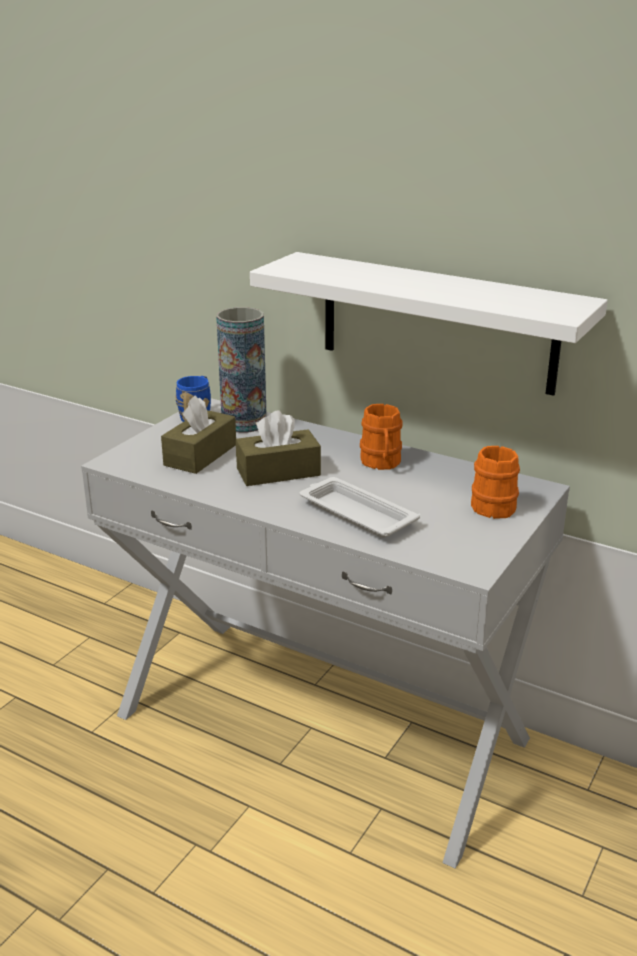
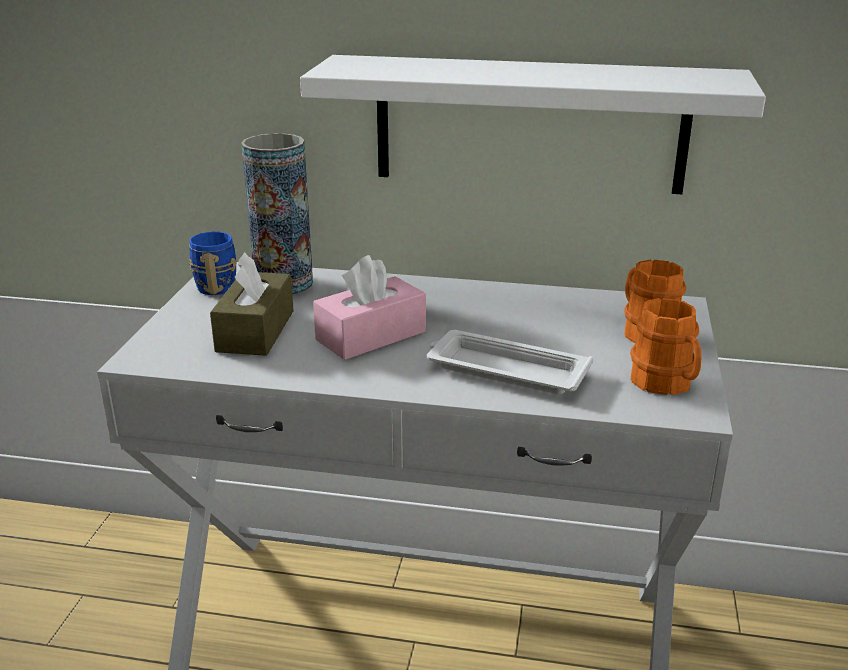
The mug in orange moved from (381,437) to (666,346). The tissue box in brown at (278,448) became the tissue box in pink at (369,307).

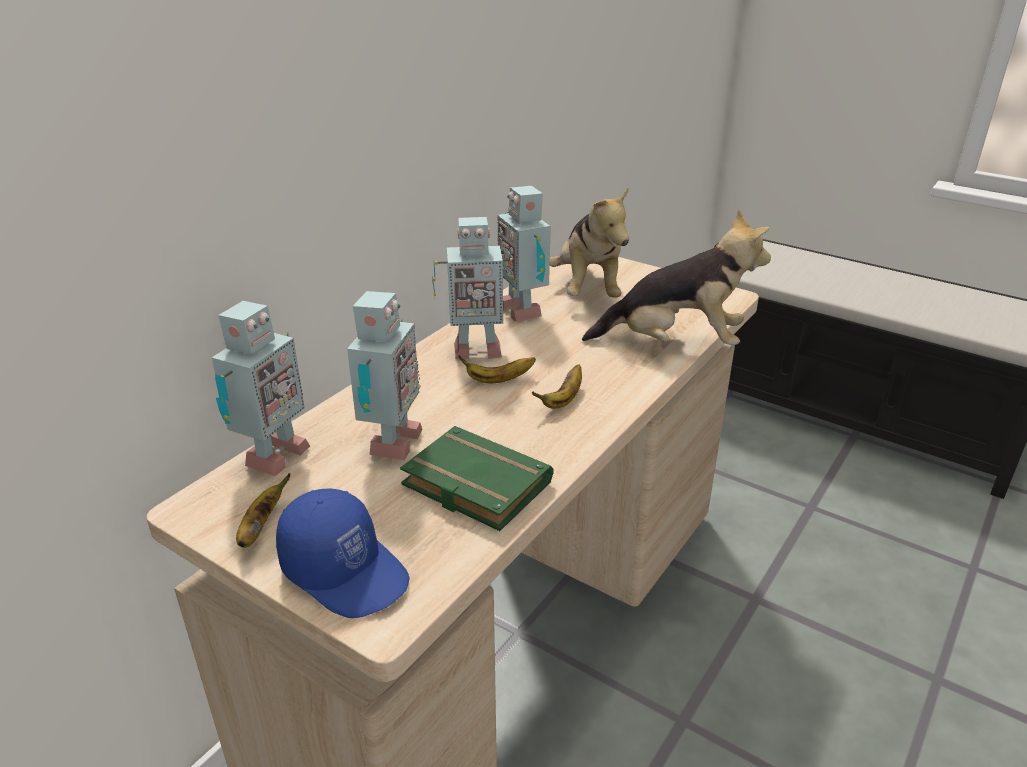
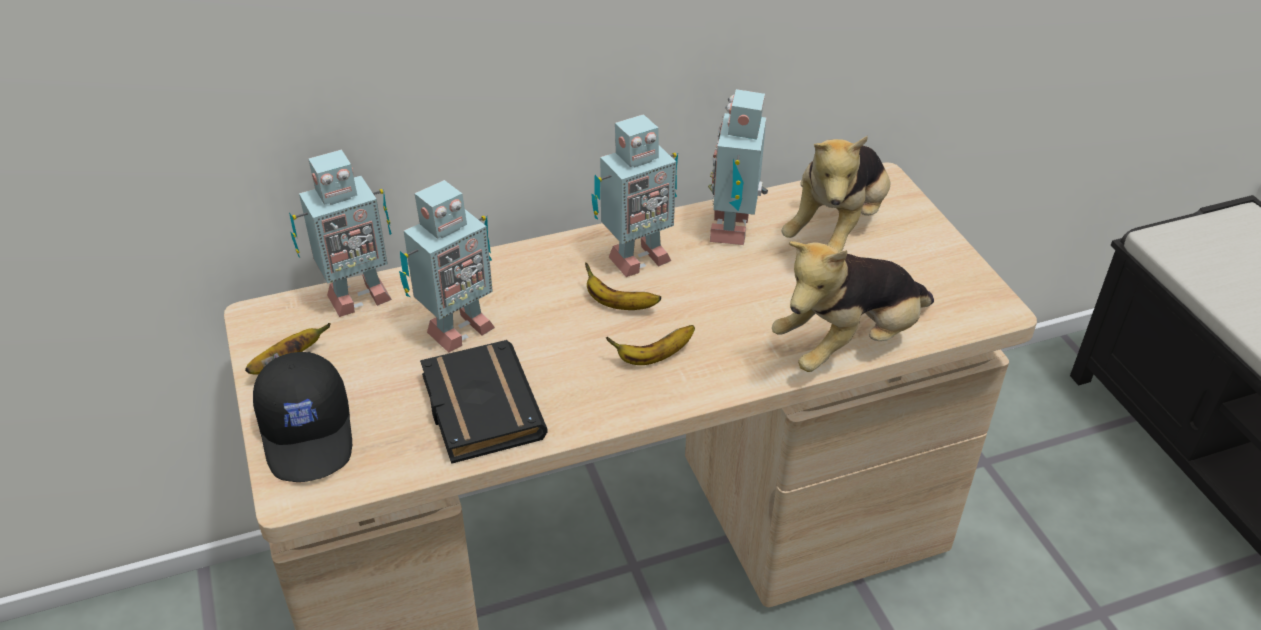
The plush toy at (676,277) turned 105 degrees clockwise. The toy robot at (473,288) turned 60 degrees counterclockwise. The book in green at (477,478) became the book in black at (484,402). The cap in blue at (342,553) became the cap in black at (302,417).

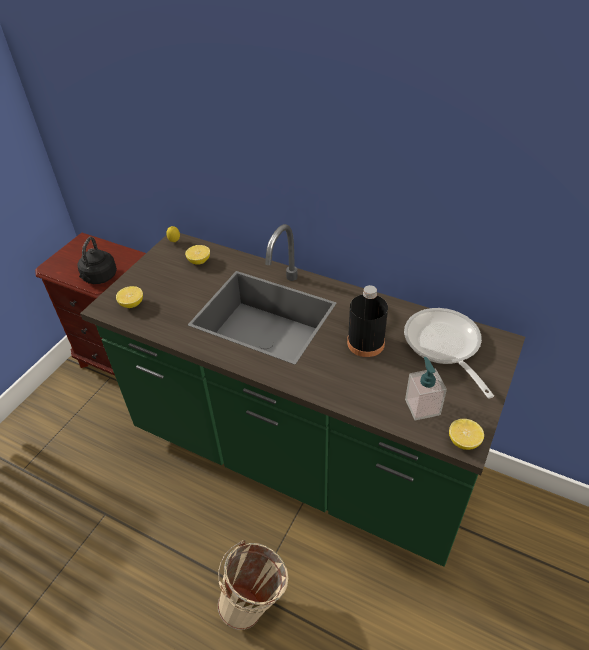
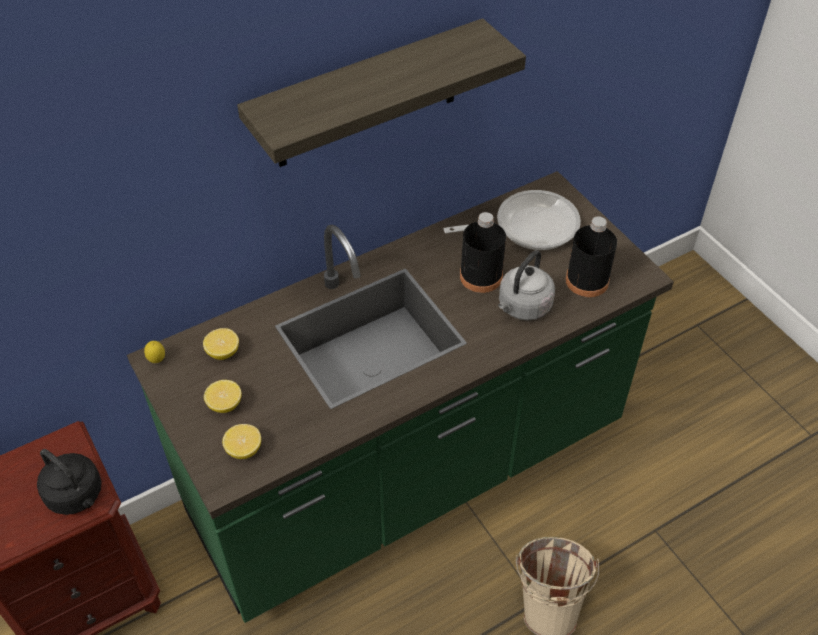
The frying pan at (449,353) turned 150 degrees clockwise. The soap dispenser at (426,389) was replaced by the bottle in black at (591,256). The lemon moved from (466,434) to (223,396). The shelf at (381,92) appeared. The kettle in grey at (526,285) appeared.

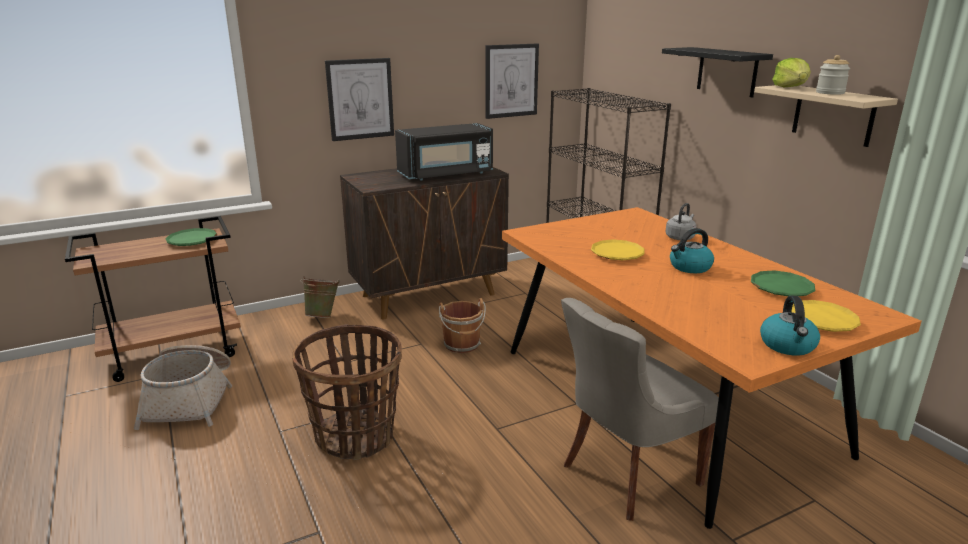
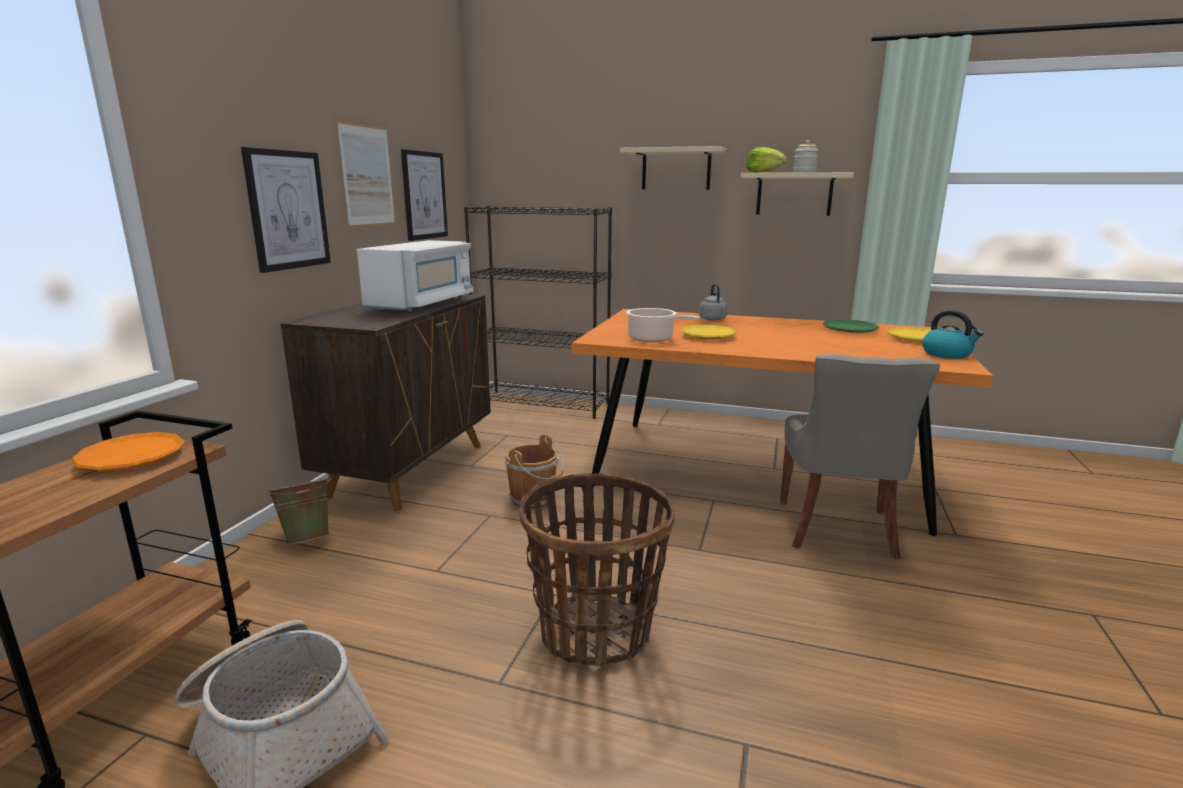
The shelf in black at (717,72) became the shelf in beige at (673,168). The microwave in black at (444,152) became the microwave in white at (415,276). The plate in green at (191,237) became the plate in orange at (128,451). The kettle at (692,250) disappeared. The picture at (366,174) appeared. The cooking pot at (663,325) appeared.

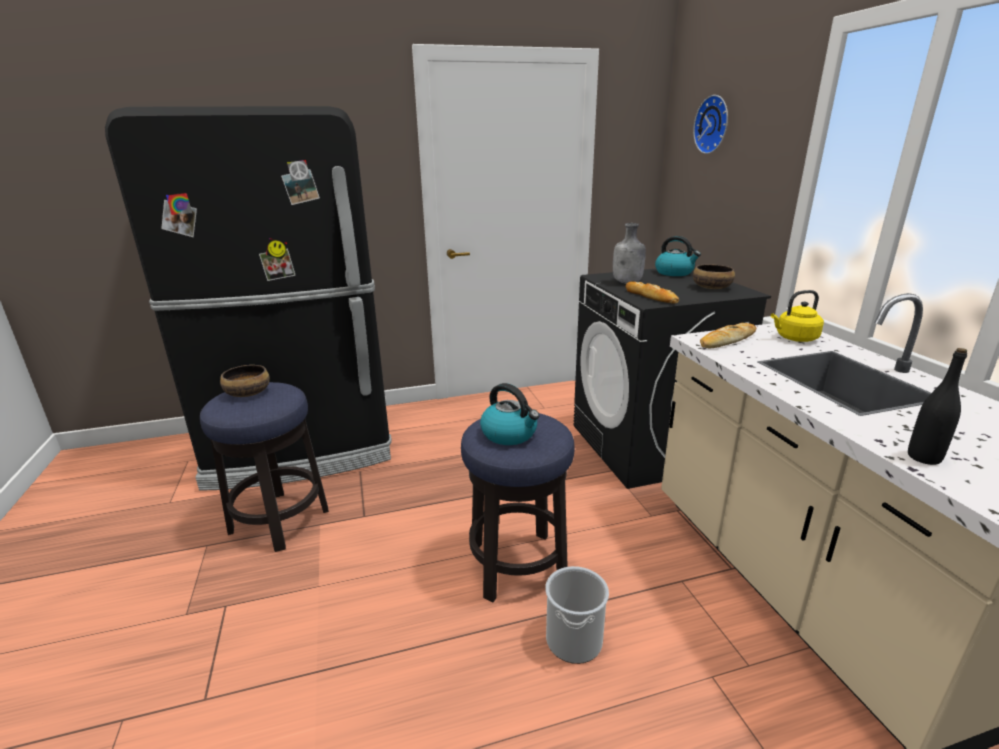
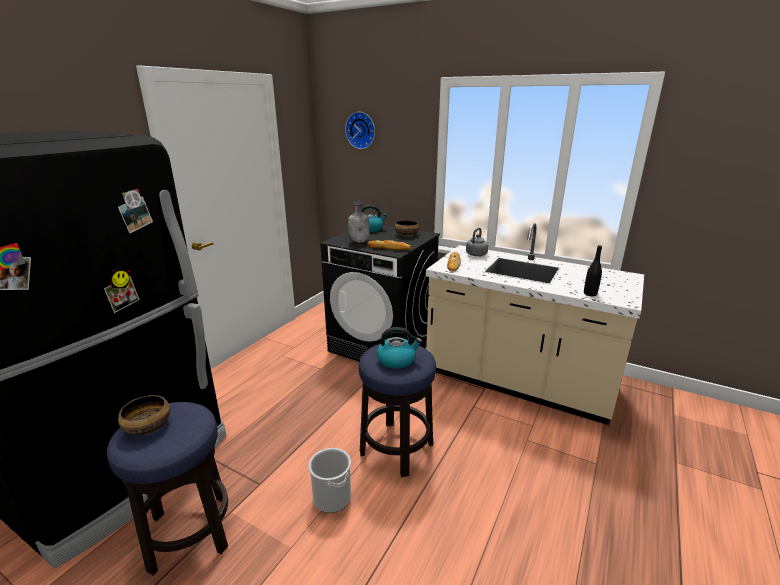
The kettle in yellow at (797,316) became the kettle in grey at (477,242). The bucket moved from (577,615) to (329,480).

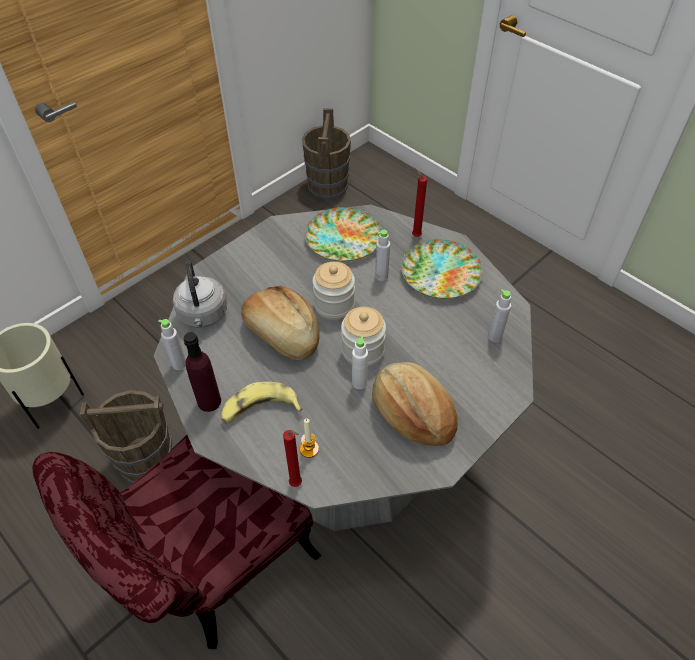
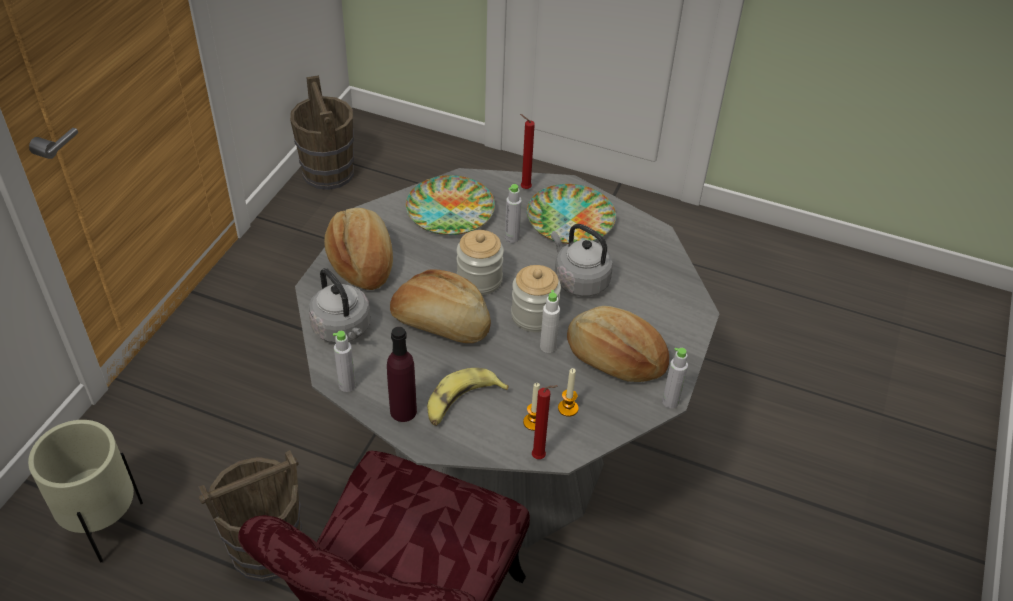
The bottle in grey moved from (499,315) to (675,377). The bread at (358,249) appeared. The kettle in grey at (582,260) appeared. The candle at (568,392) appeared.

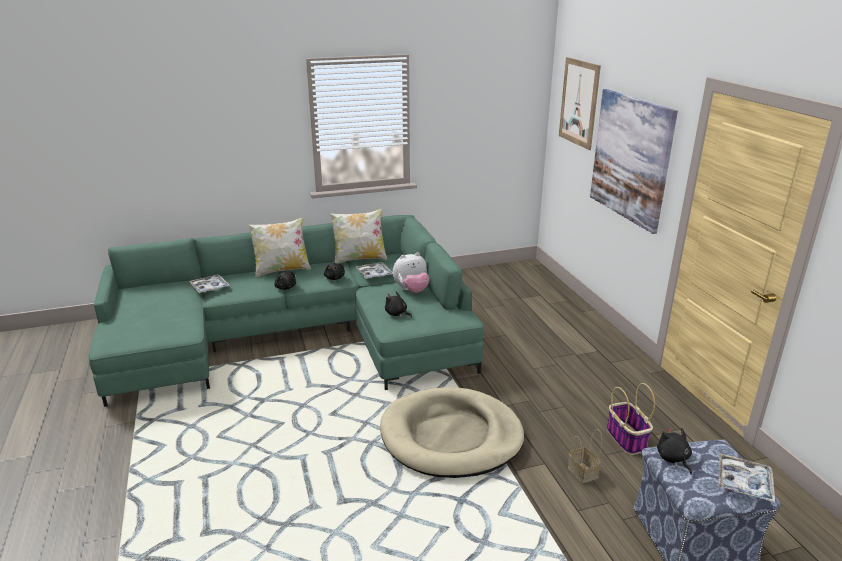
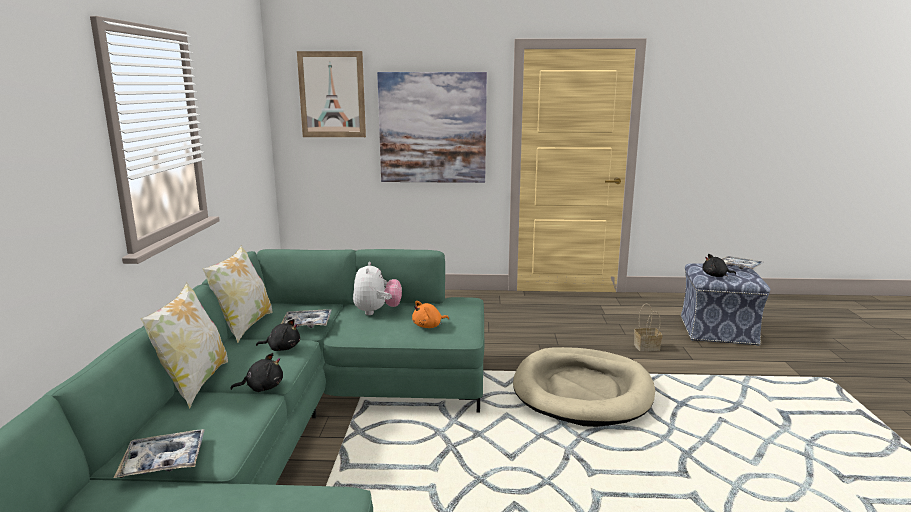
The plush toy in black at (398,305) became the plush toy in orange at (430,314). The basket at (631,419) disappeared.

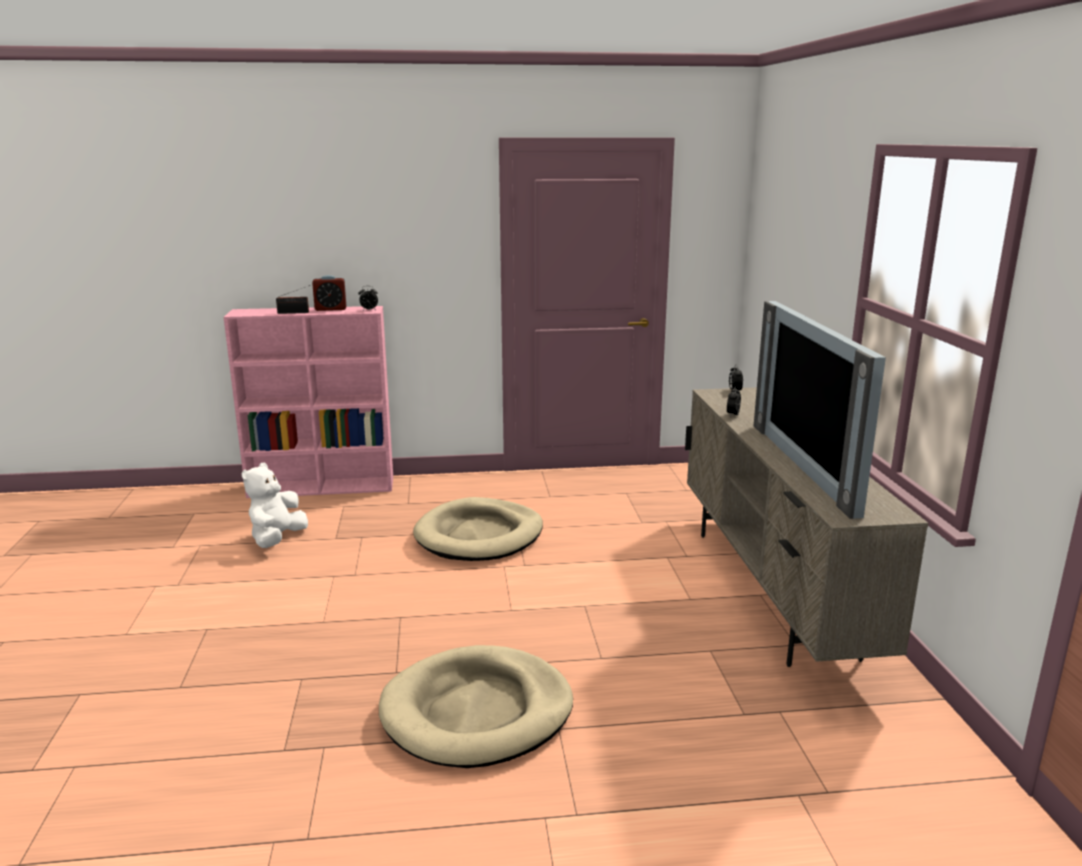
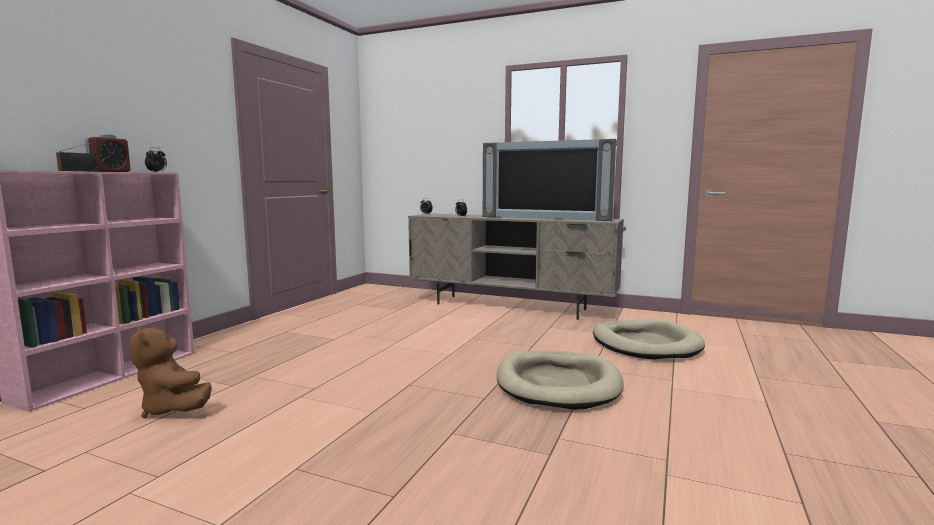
The plush toy in white at (275,505) became the plush toy in brown at (170,372). The dog bed in beige moved from (478,529) to (649,339).

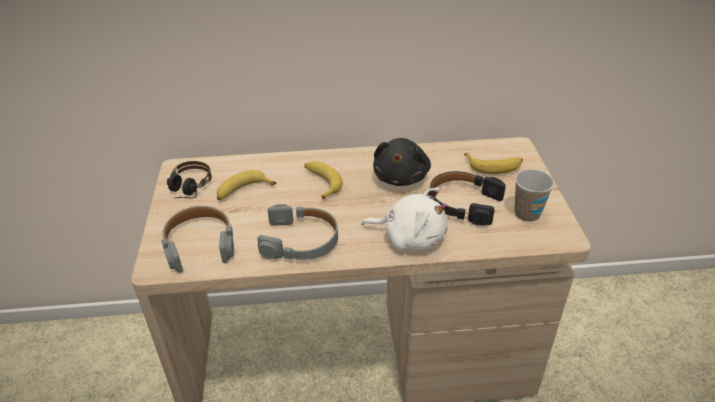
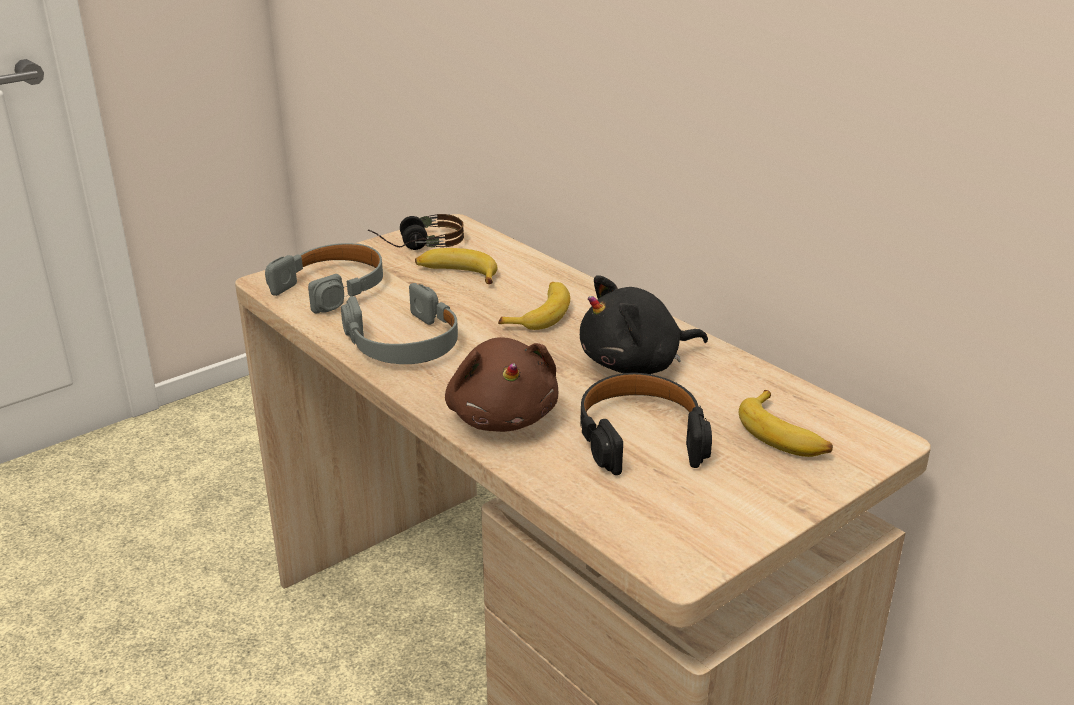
The cup at (534,195) disappeared. The plush toy in white at (405,219) became the plush toy in brown at (501,384).

